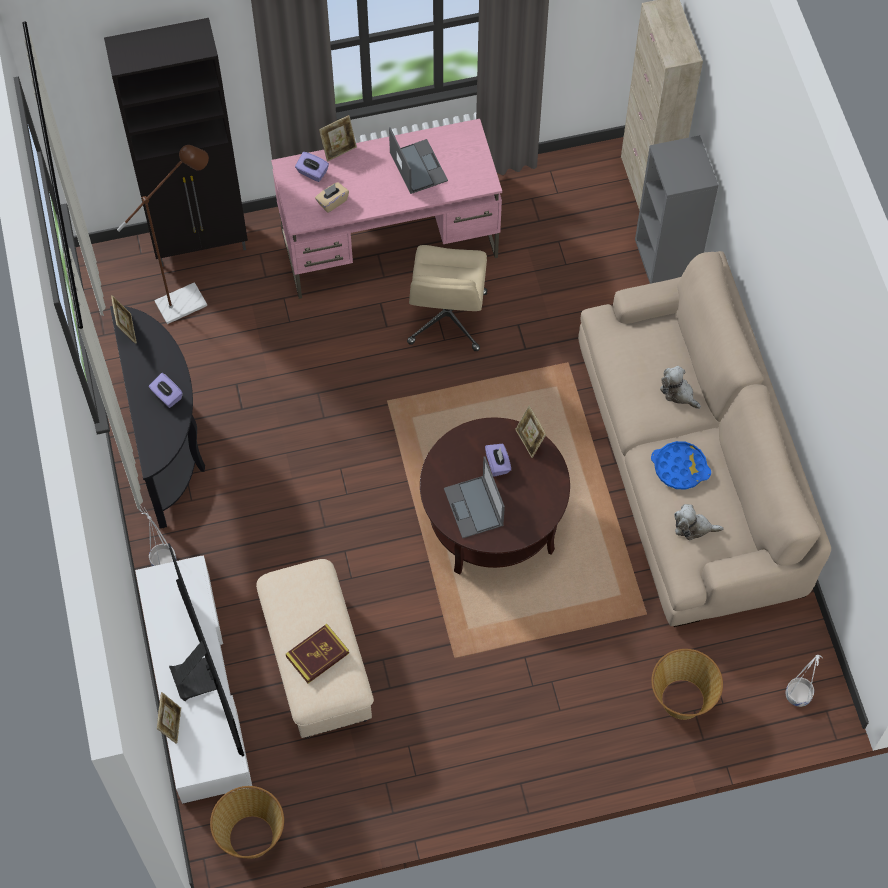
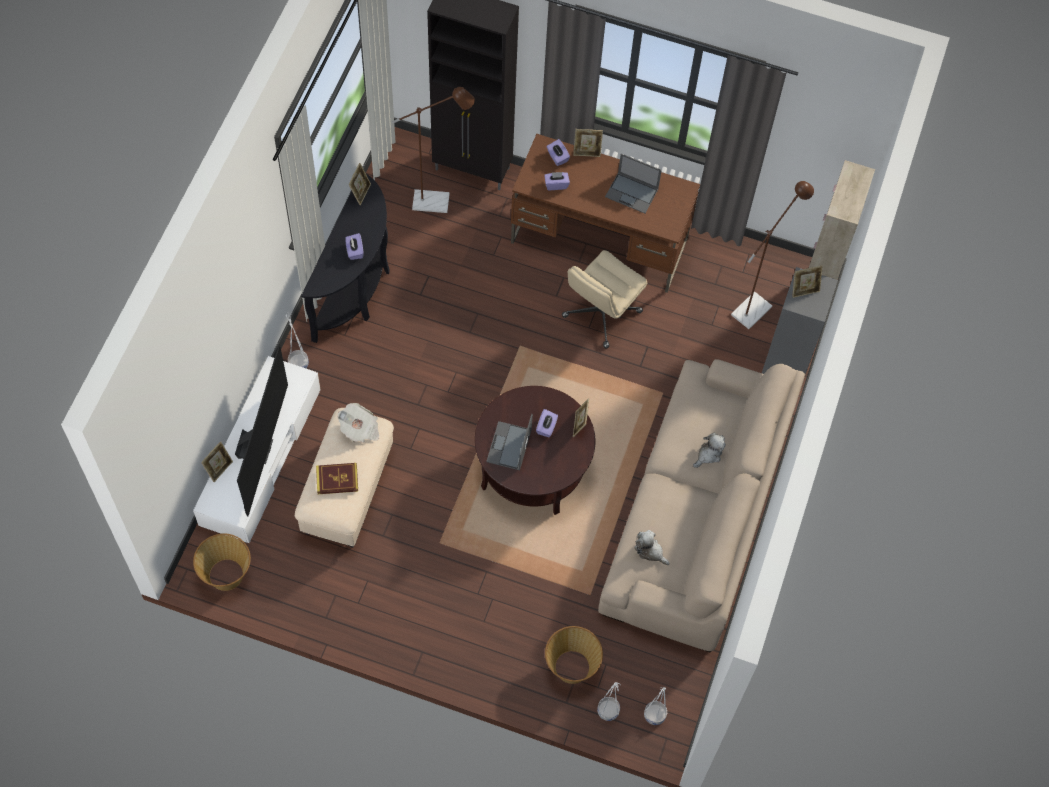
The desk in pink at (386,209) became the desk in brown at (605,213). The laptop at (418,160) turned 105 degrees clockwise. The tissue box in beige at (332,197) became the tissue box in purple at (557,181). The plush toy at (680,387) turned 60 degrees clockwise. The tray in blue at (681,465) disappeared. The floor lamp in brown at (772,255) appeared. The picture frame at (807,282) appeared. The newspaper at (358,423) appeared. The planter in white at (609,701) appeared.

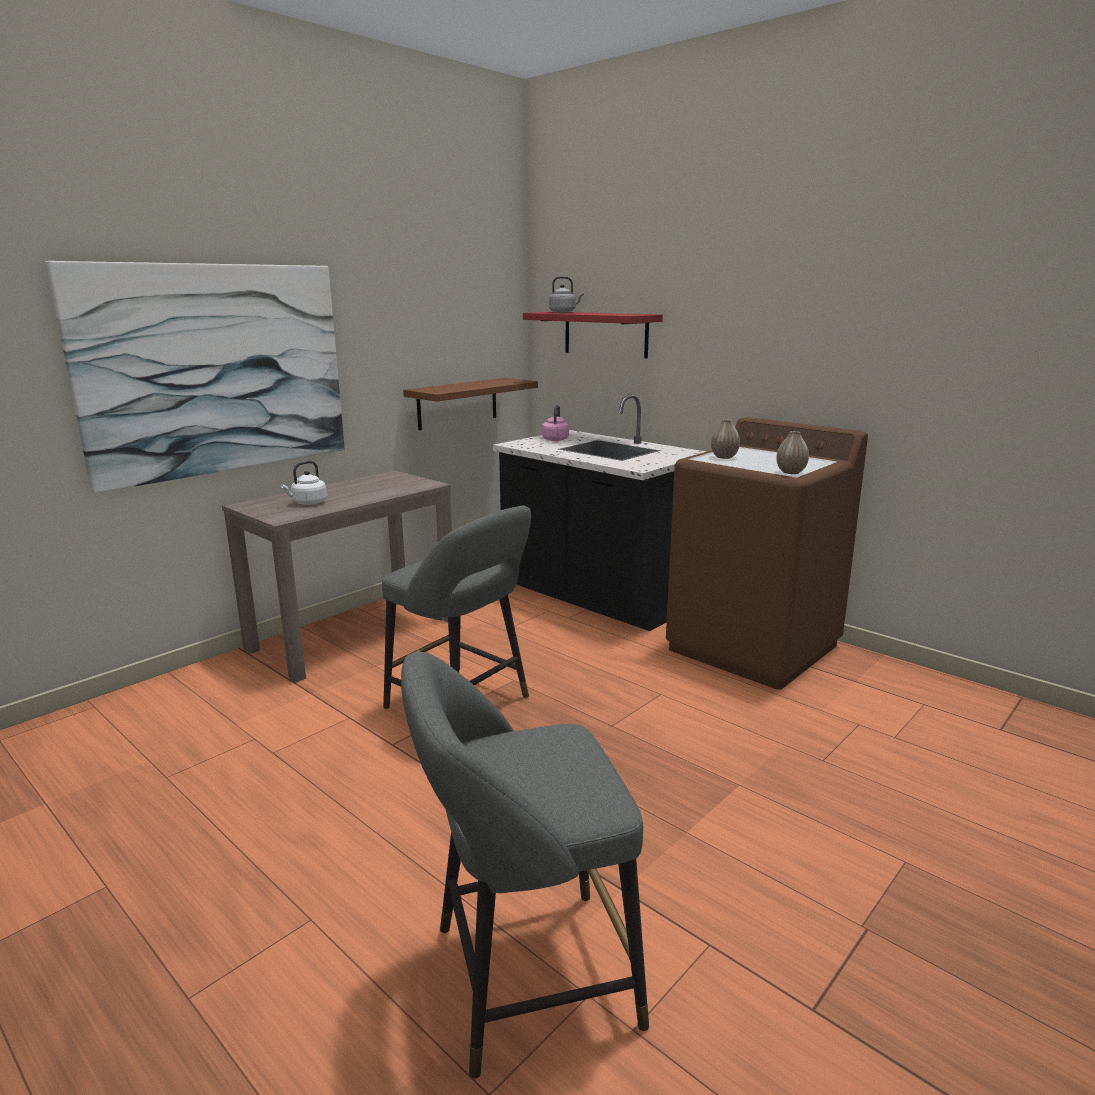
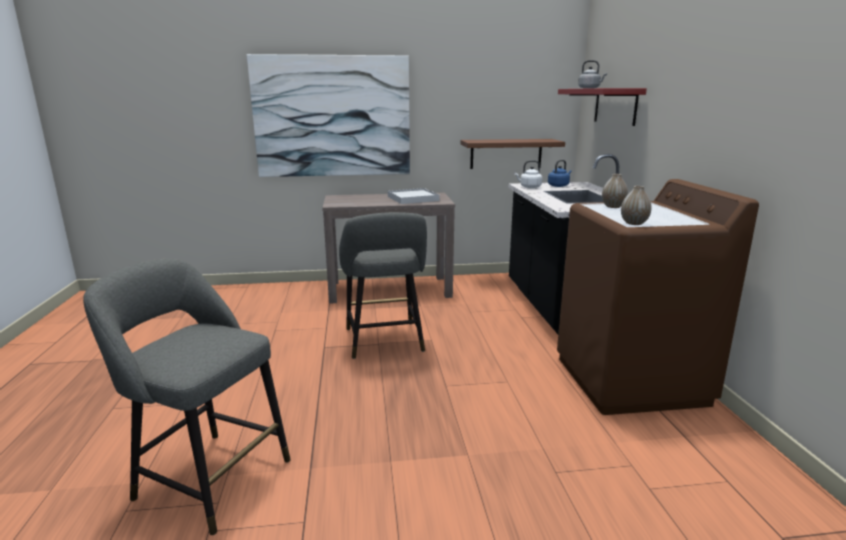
The kettle in pink at (555,423) became the kettle in blue at (560,173). The kettle in white moved from (304,483) to (528,174). The tray in white at (414,196) appeared.

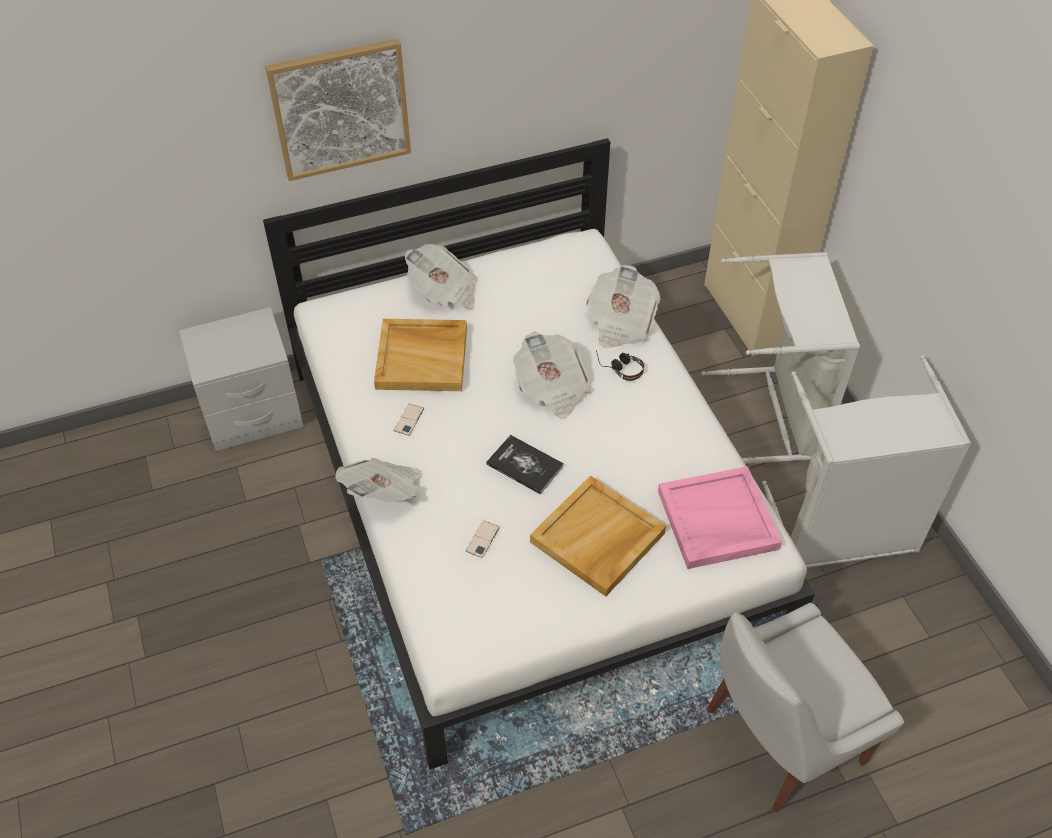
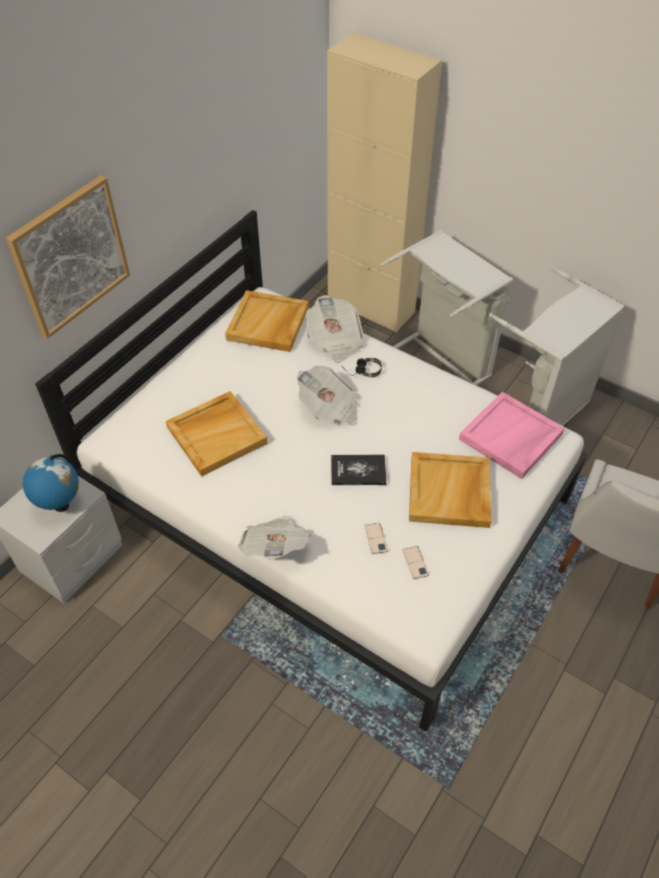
The newspaper at (440,276) disappeared. The phone moved from (408,420) to (416,562). The tray in beige at (267,321) appeared. The globe at (51,483) appeared.

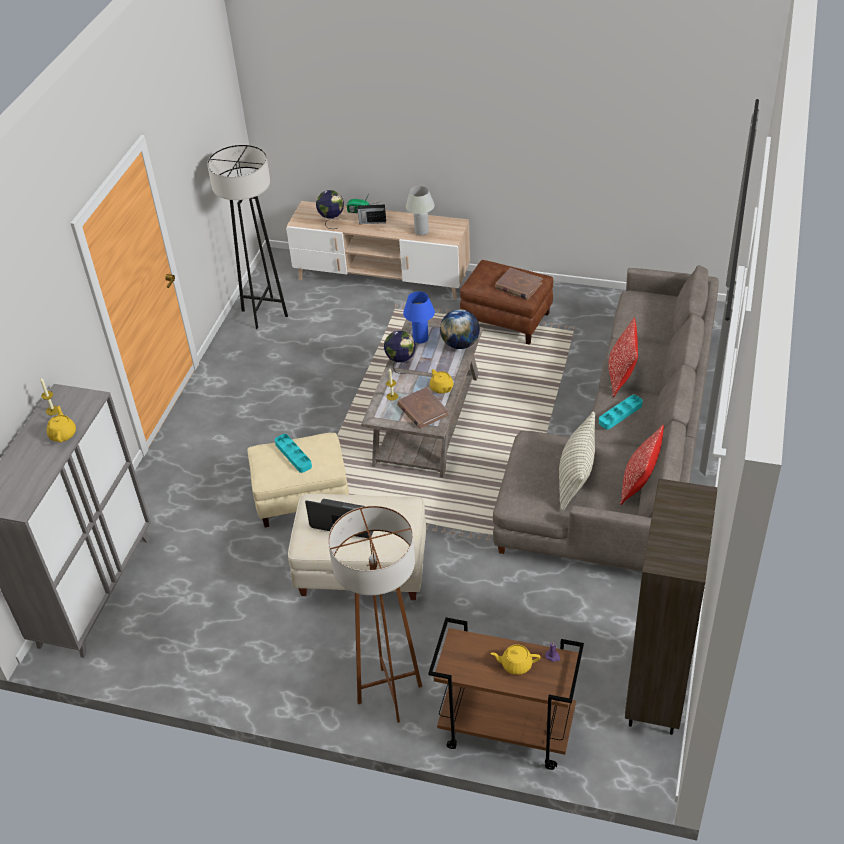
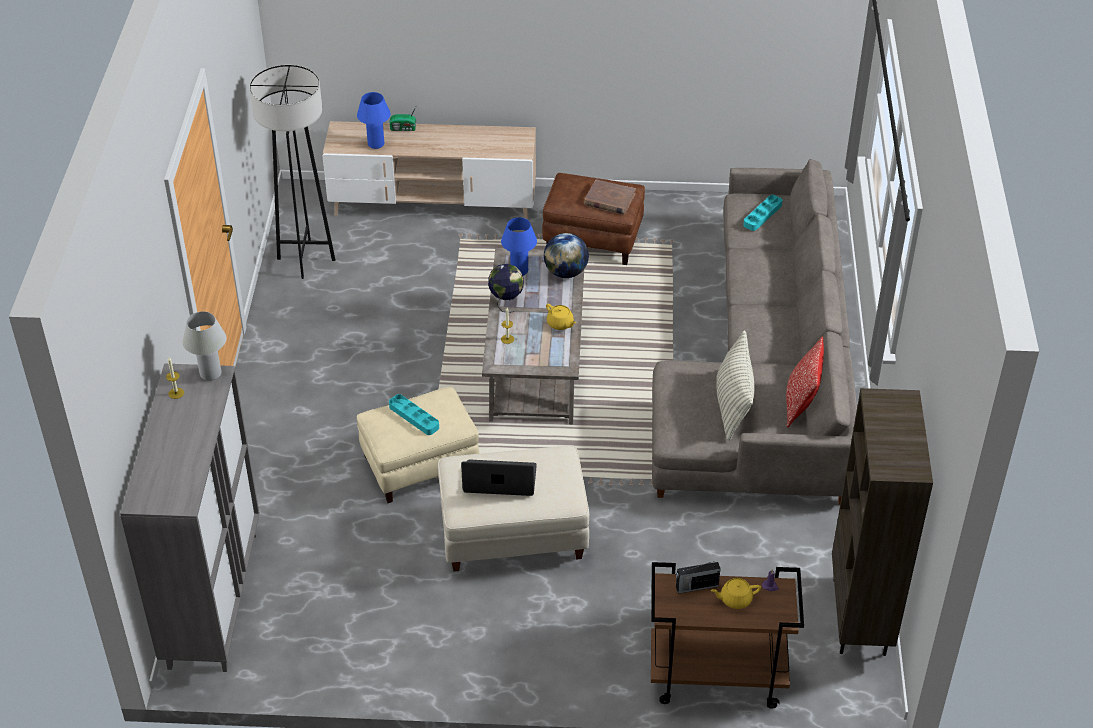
The table lamp in white moved from (420,211) to (204,346). The globe at (330,209) was replaced by the table lamp in blue at (374,120). The radio moved from (371,213) to (698,577). The pillow at (623,357) disappeared. The book in brown at (422,408) disappeared. The tray in turquoise moved from (621,412) to (763,213). The teapot in yellow at (61,424) disappeared. The floor lamp in brown at (375,614) disappeared.

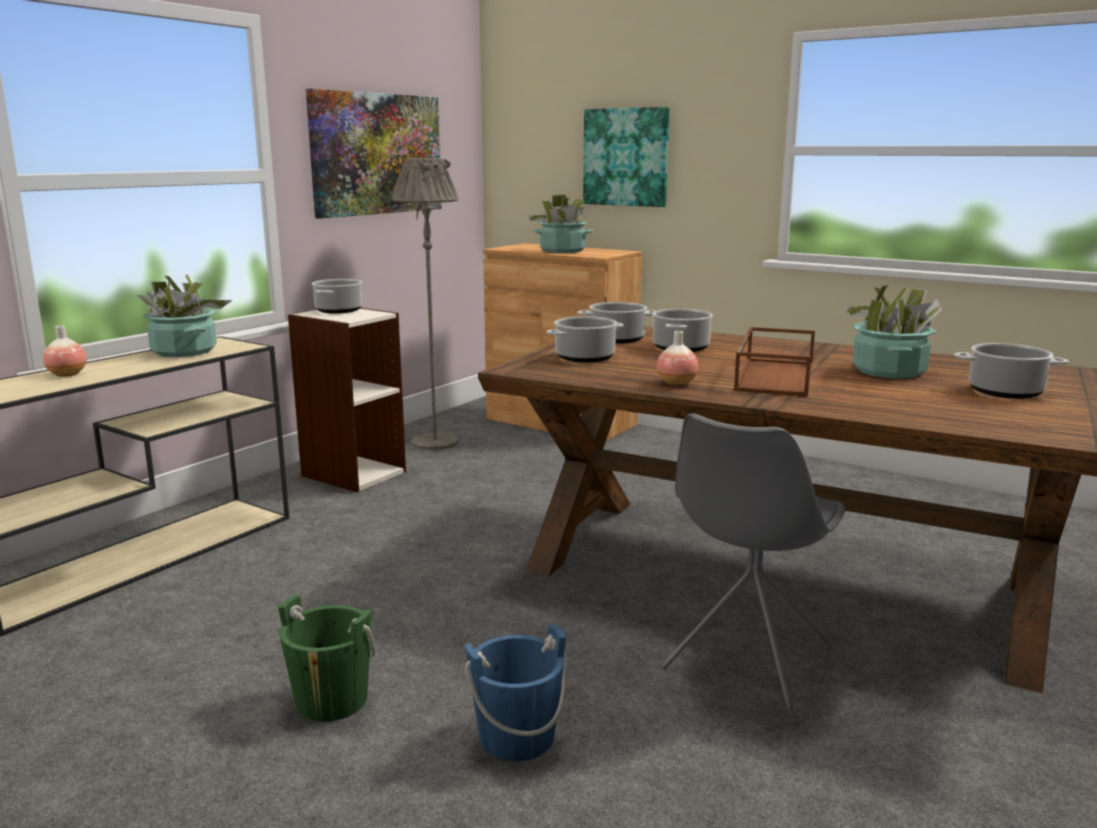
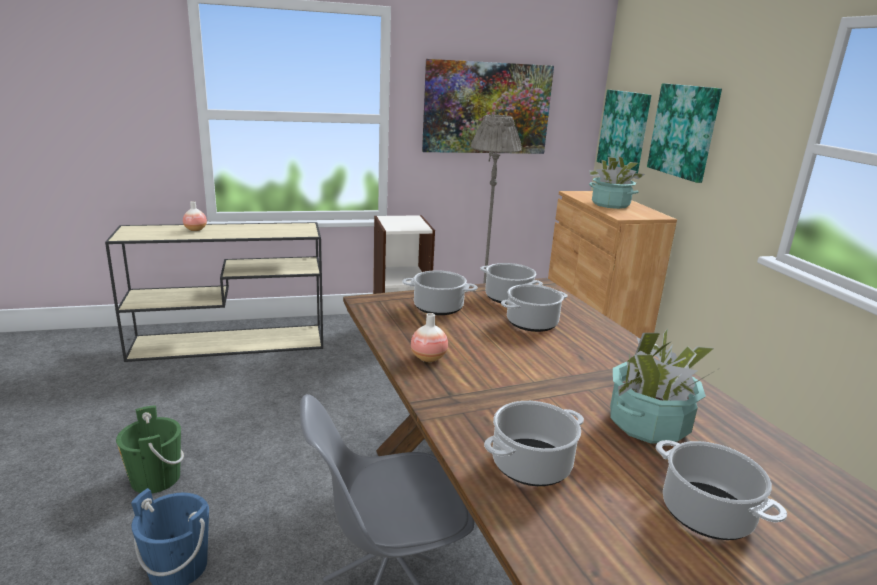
The potted plant at (184,315) disappeared. The cooking pot moved from (337,296) to (534,443). The tray in brown at (774,362) disappeared. The picture at (624,131) appeared.

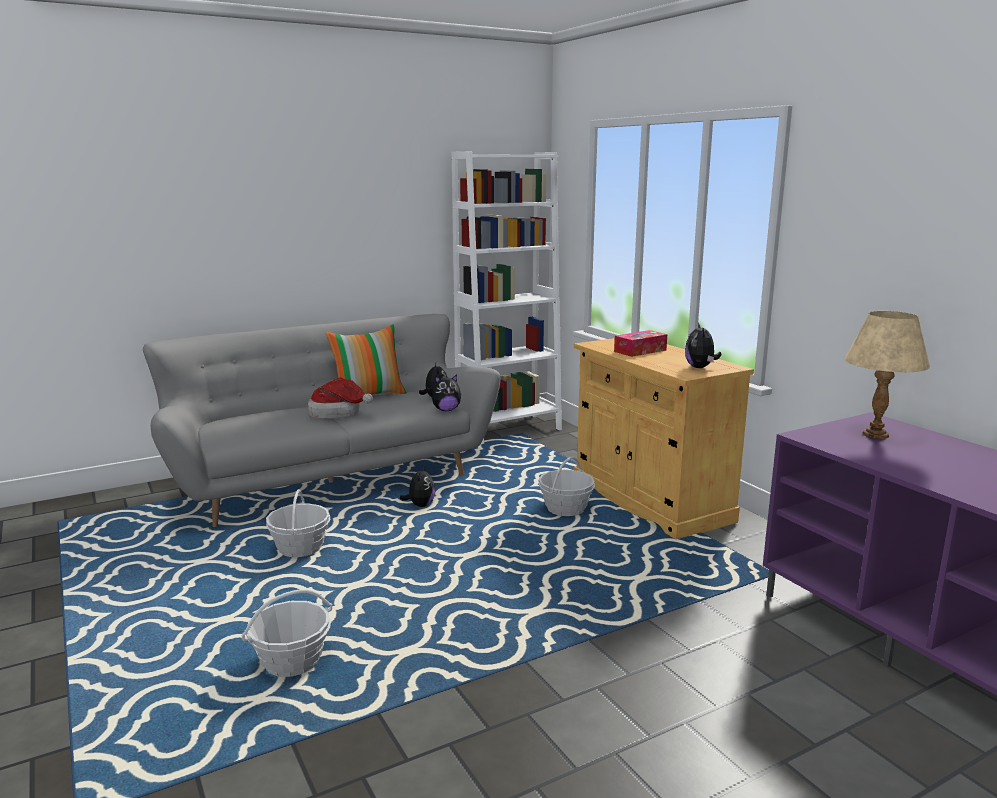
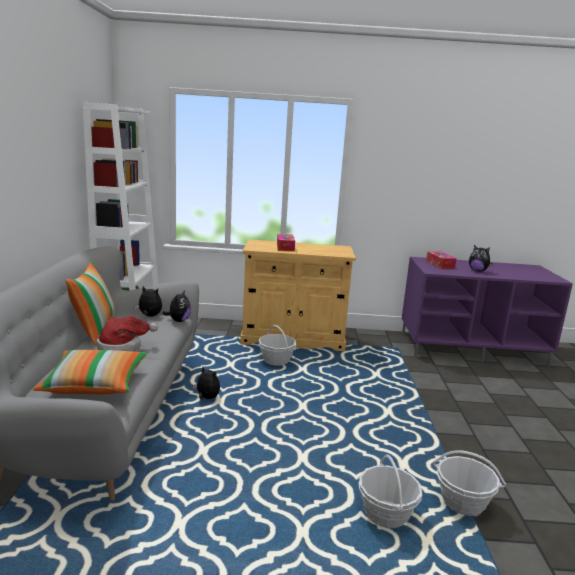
The table lamp in beige at (887,375) was replaced by the tissue box at (441,260). The plush toy moved from (703,345) to (481,258). The basket moved from (298,523) to (469,483). The pillow at (90,372) appeared.

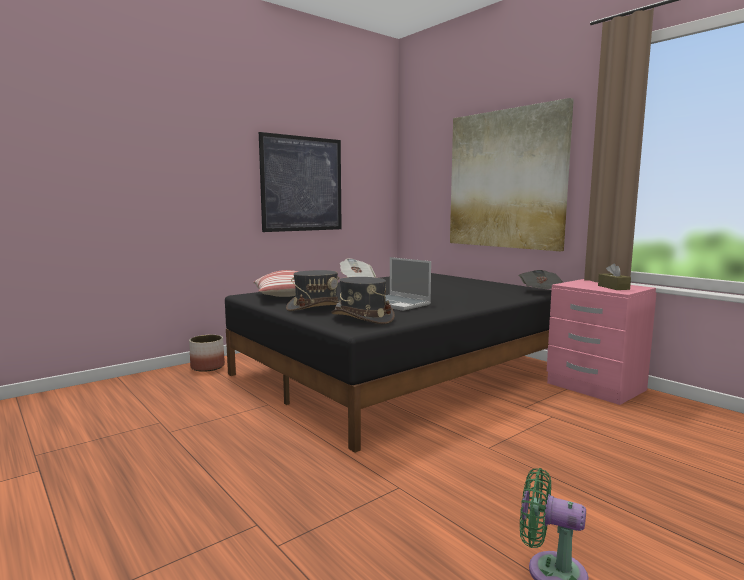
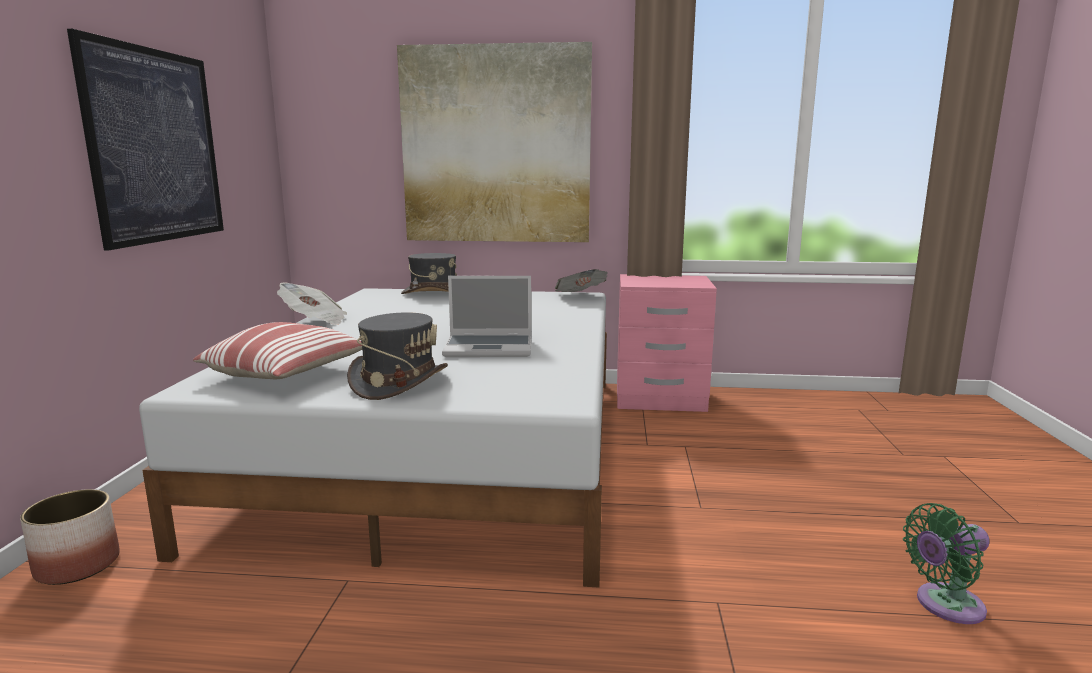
The tissue box in brown at (614,276) disappeared. The bed in black at (388,363) became the bed in white at (373,438). The hat in grey moved from (363,300) to (429,273).

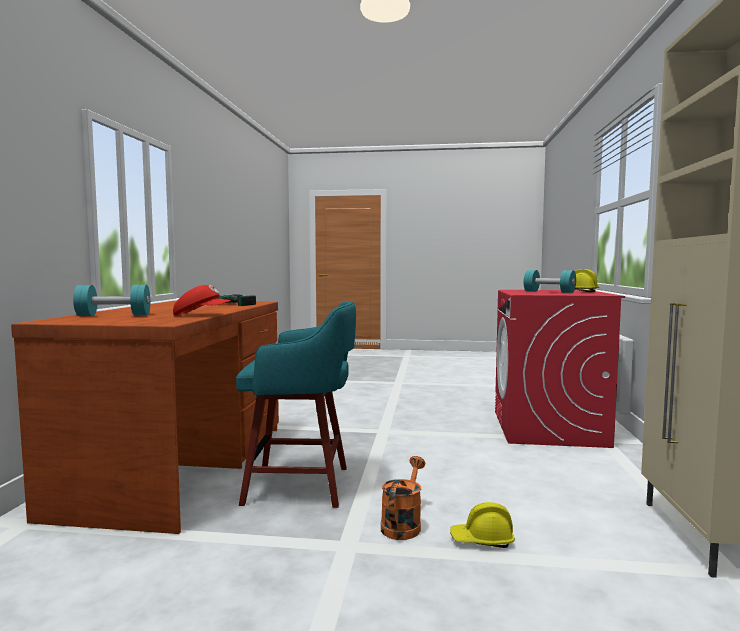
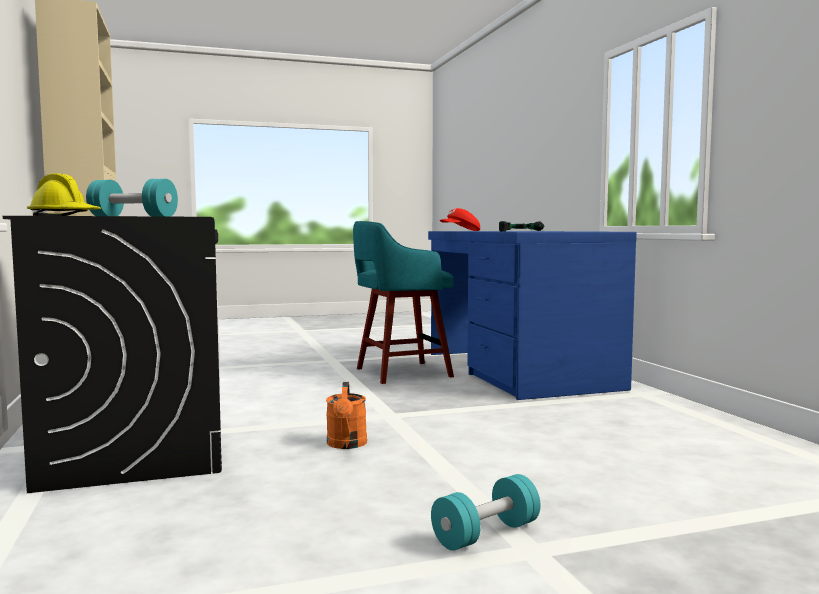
The dumbbell in turquoise moved from (111,300) to (486,512). The washing machine in red at (560,369) became the washing machine in black at (112,354). The desk in brown at (145,417) became the desk in blue at (532,315). The watering can in orange moved from (403,498) to (346,415). The hard hat in yellow at (482,525) disappeared.

